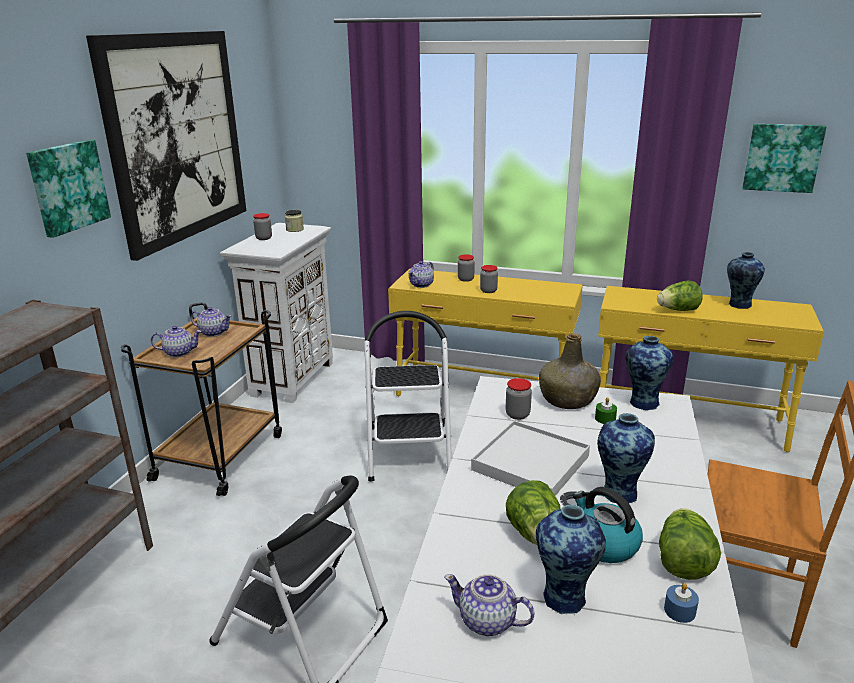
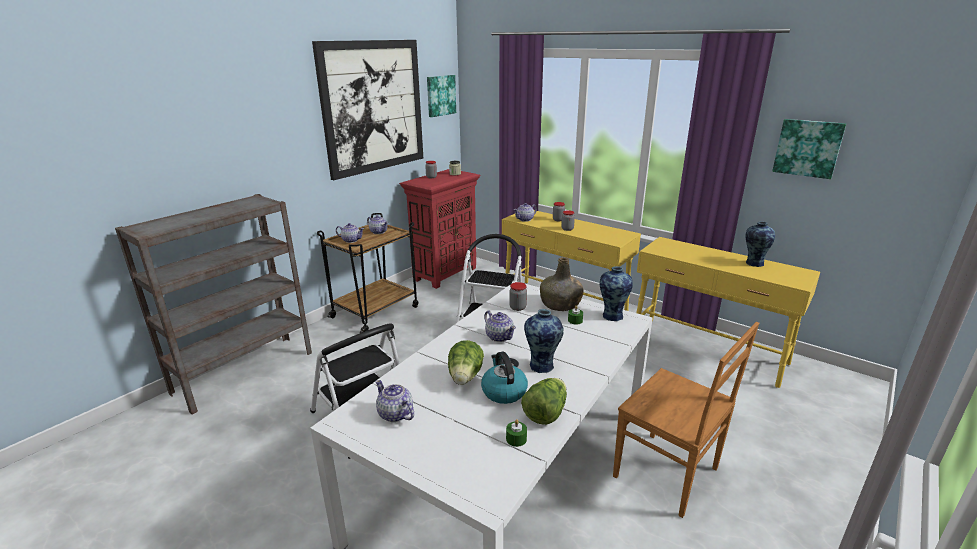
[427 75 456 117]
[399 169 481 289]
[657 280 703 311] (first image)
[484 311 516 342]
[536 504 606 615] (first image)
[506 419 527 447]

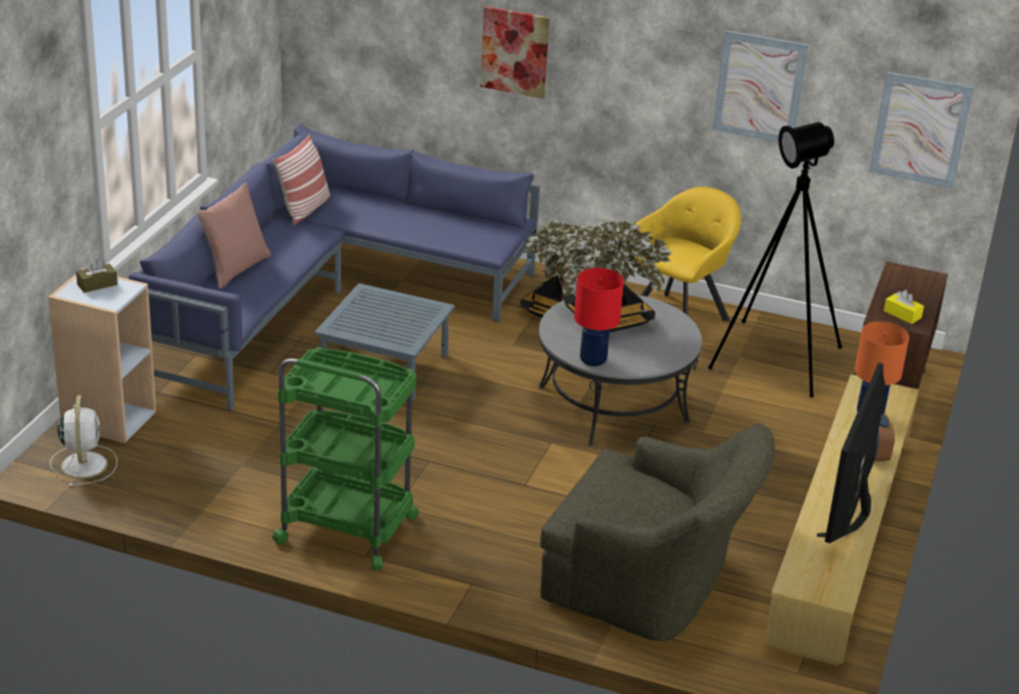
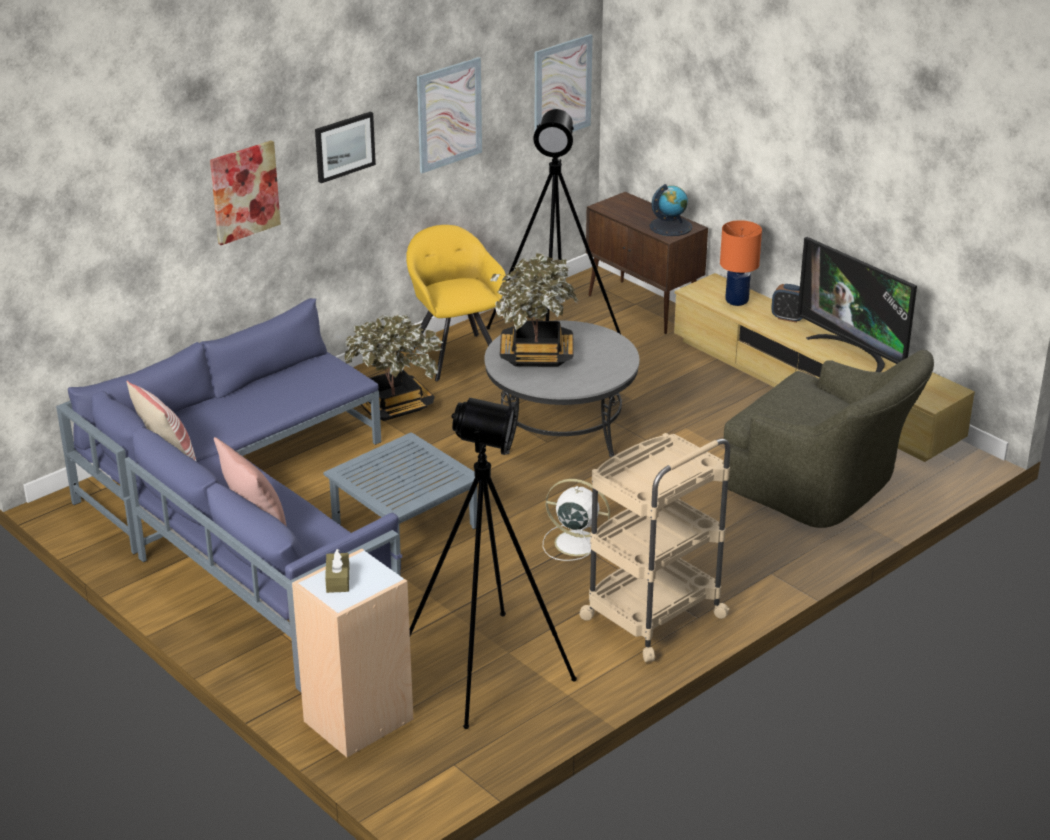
[574 268 624 366] (first image)
[649 184 693 236]
[579 433 730 662]
[543 479 610 561]
[724 350 934 528]
[315 112 376 183]
[410 398 577 729]

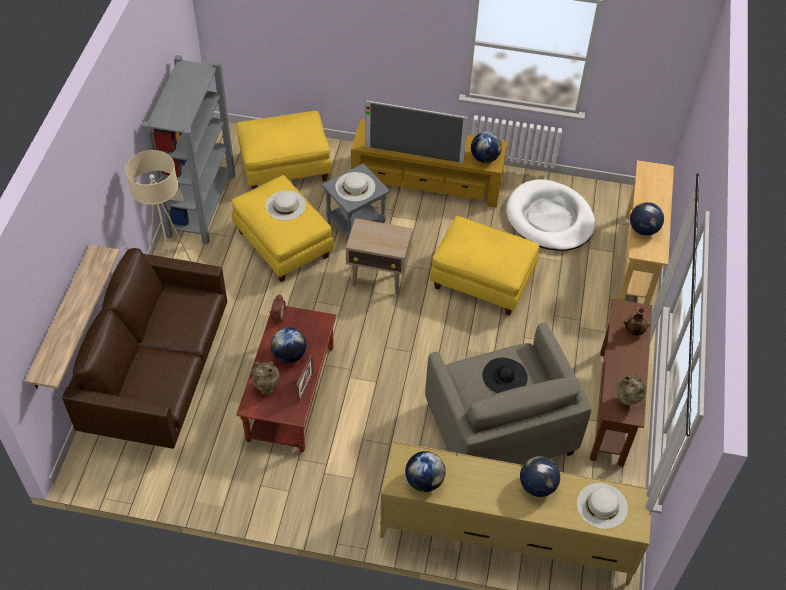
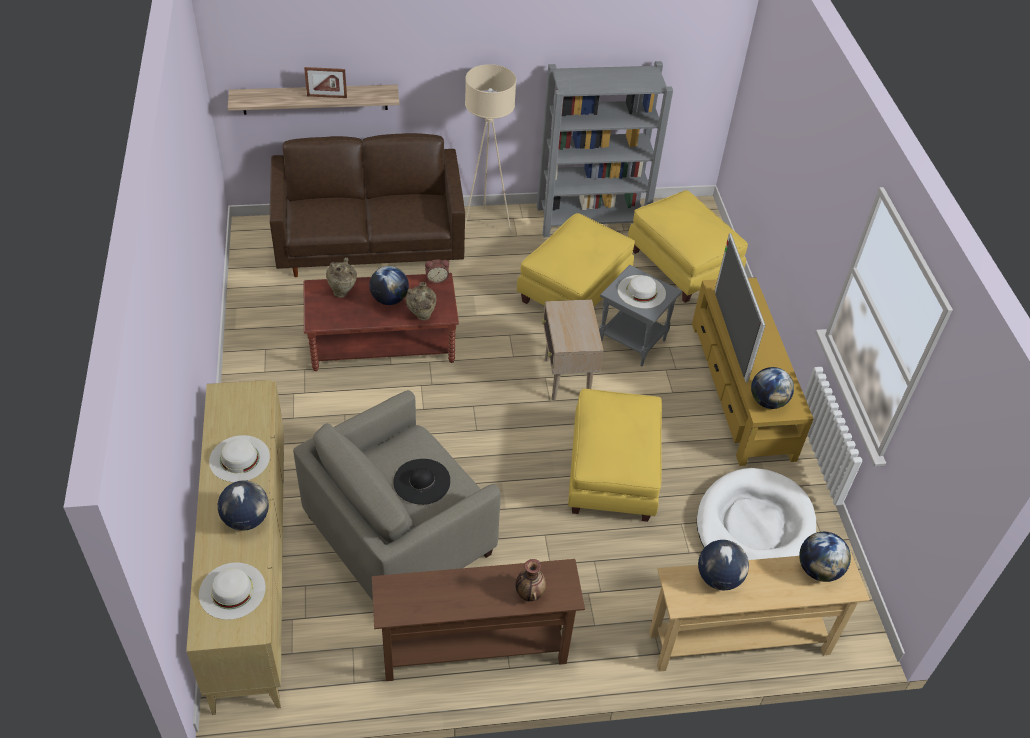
[209 435 270 482]
[304 67 347 98]
[406 282 437 321]
[799 532 851 582]

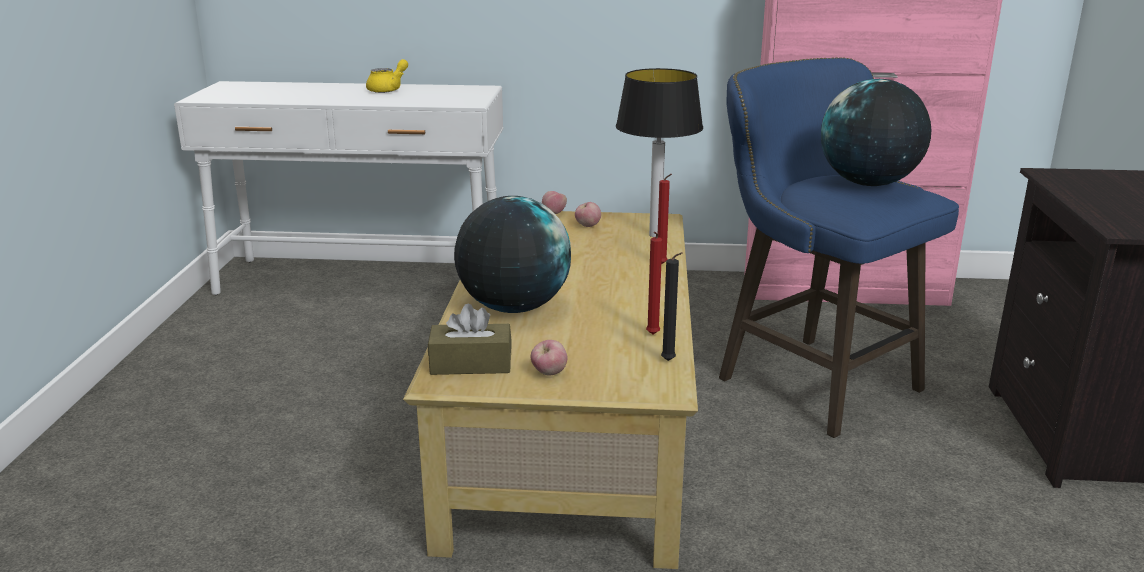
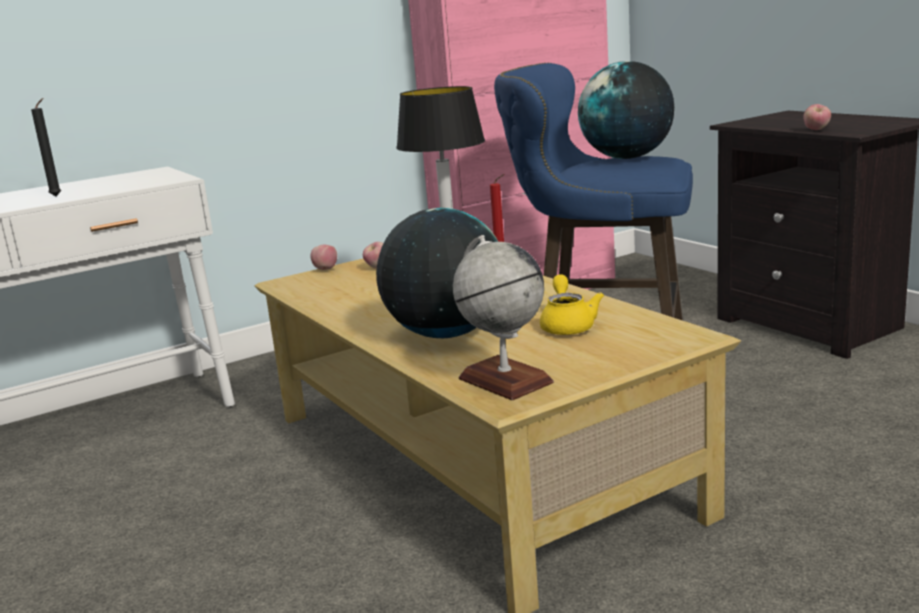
[540 274 604 335]
[646 231 662 334] (first image)
[31 98 61 196]
[453 235 554 400]
[803 104 831 130]

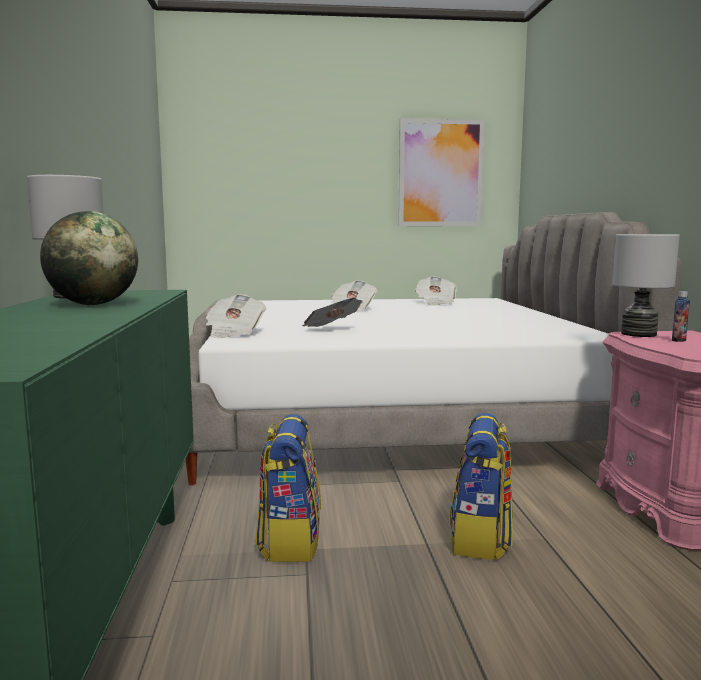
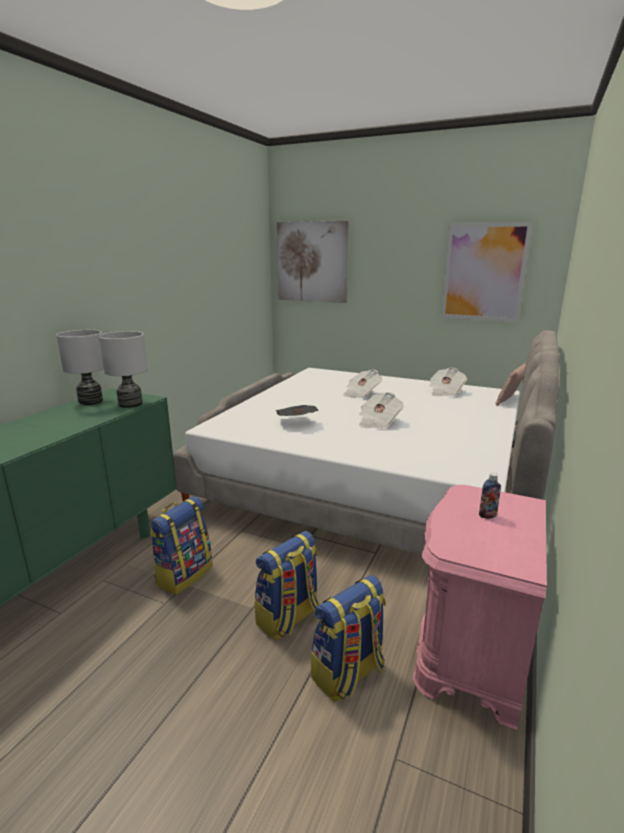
[40 211 138 305] (first image)
[99 331 148 408]
[359 392 404 428]
[277 221 349 303]
[496 362 526 406]
[311 575 386 702]

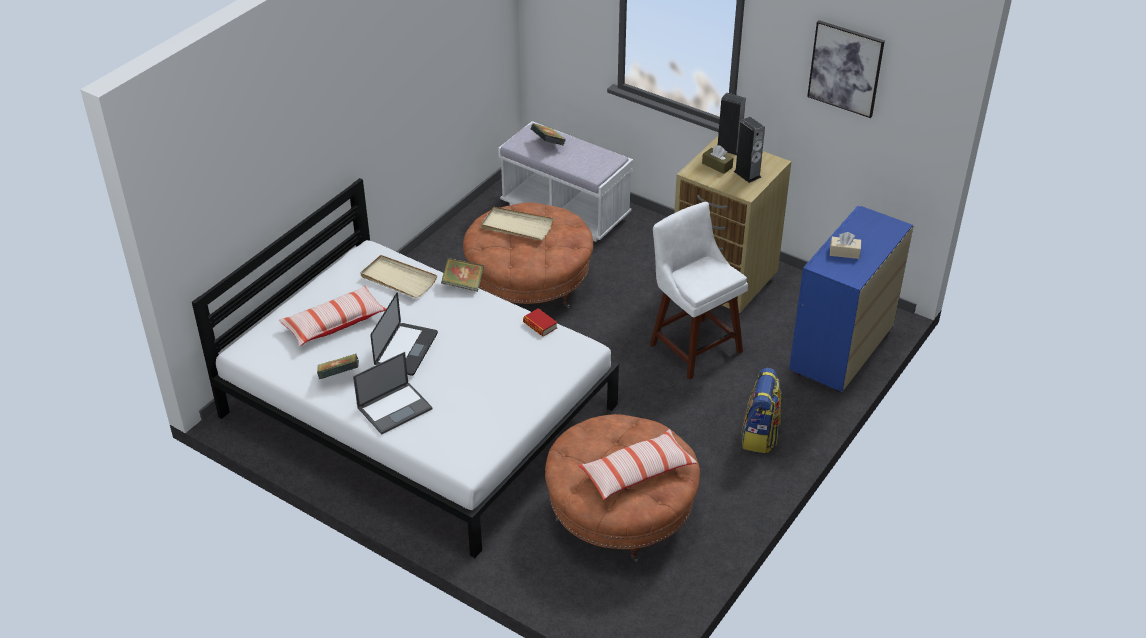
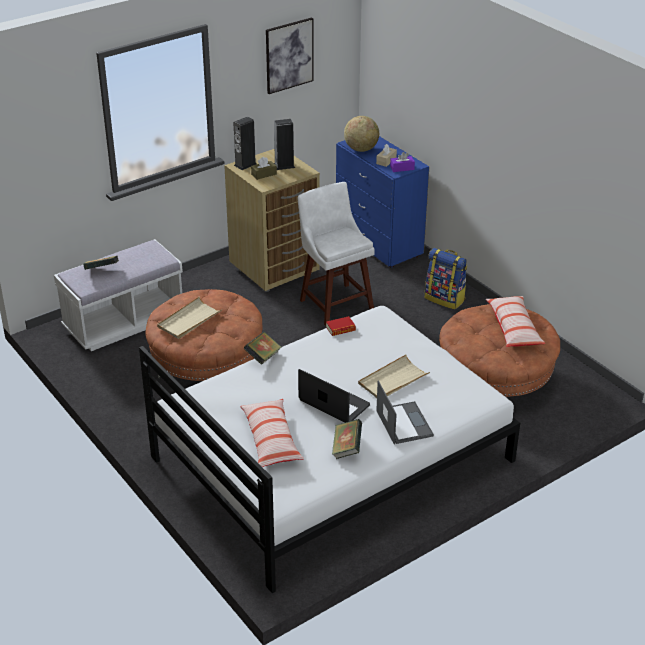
[298 182 375 326]
[358 355 430 398]
[344 116 379 152]
[390 152 415 172]

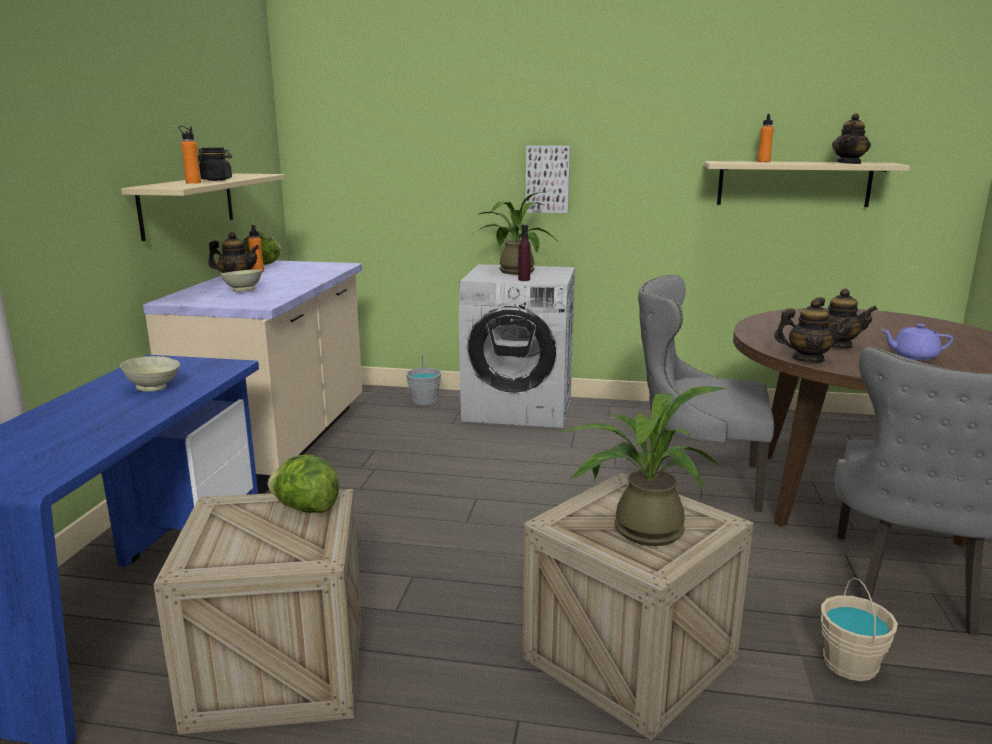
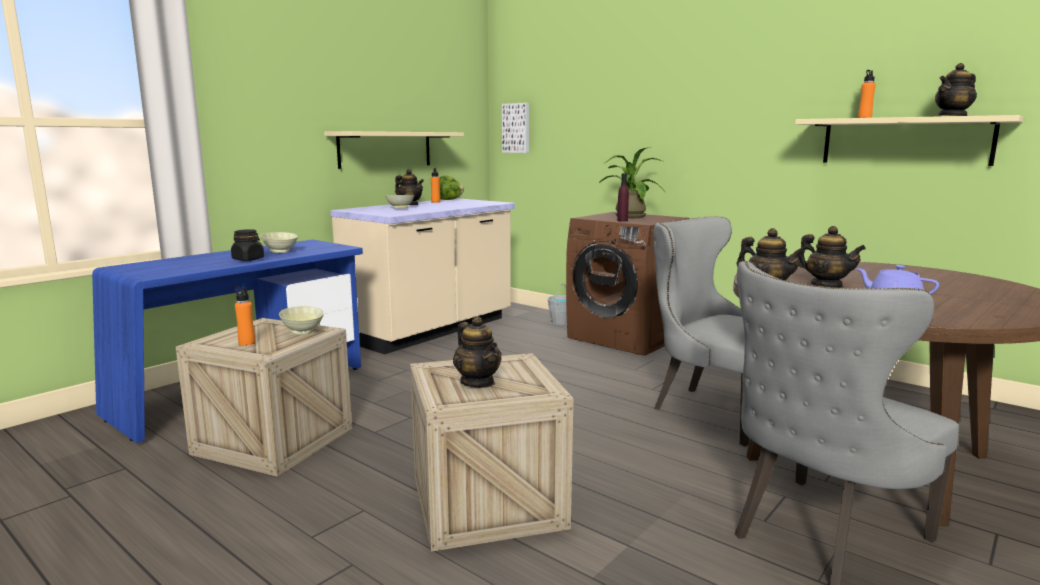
[234 286 255 346]
[502 103 529 153]
[231 229 264 261]
[566 212 689 356]
[453 316 501 388]
[279 306 324 335]
[821 578 898 681] (first image)

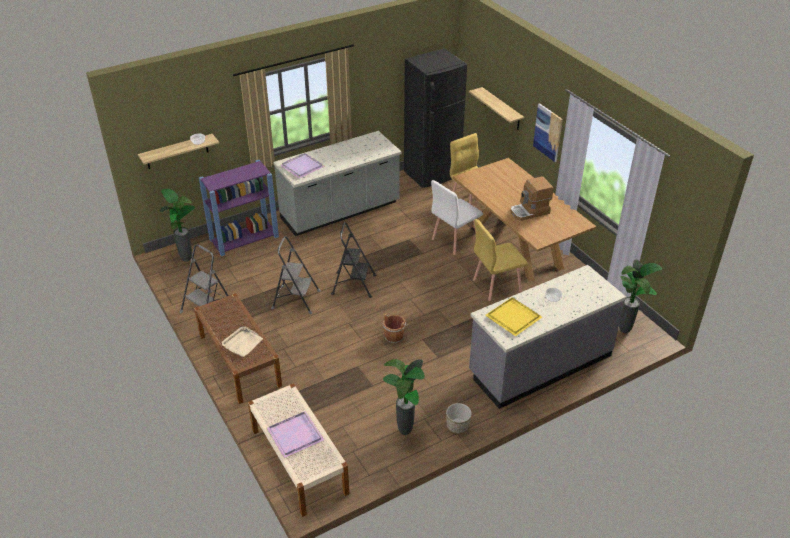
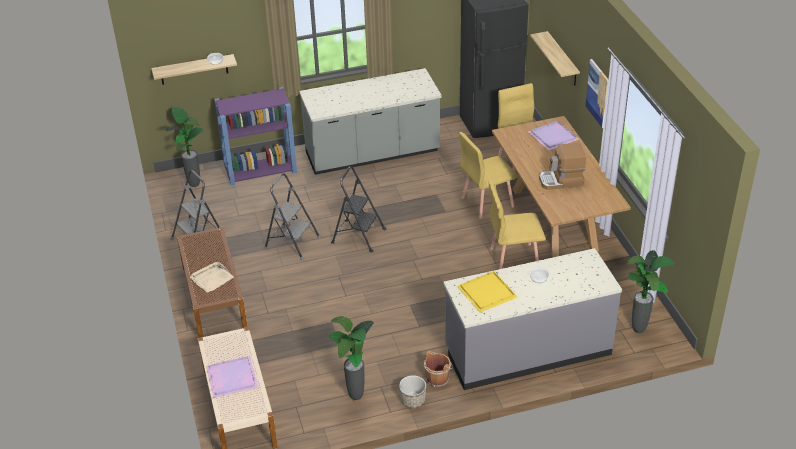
[528 121 579 150]
[459 132 519 219]
[423 351 453 388]

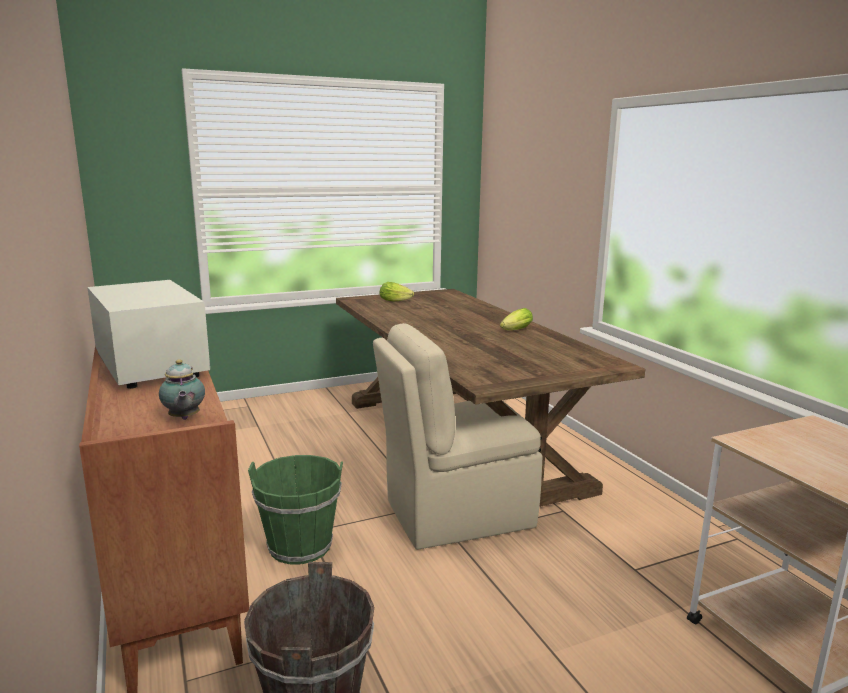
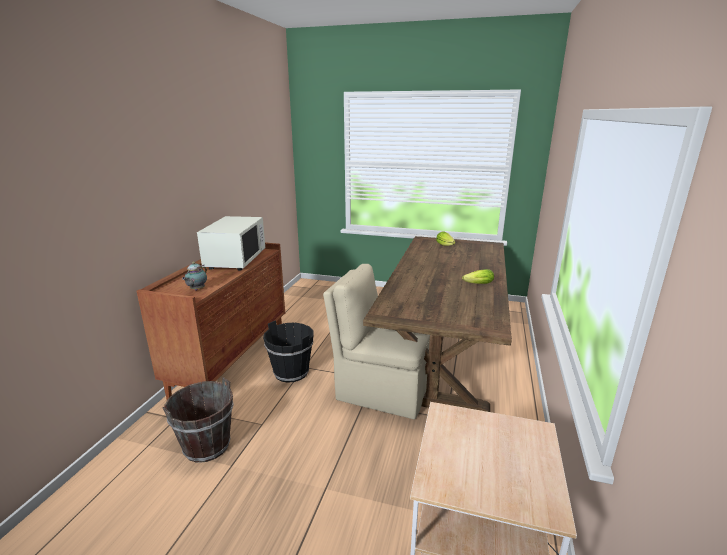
[263 321 314 383]

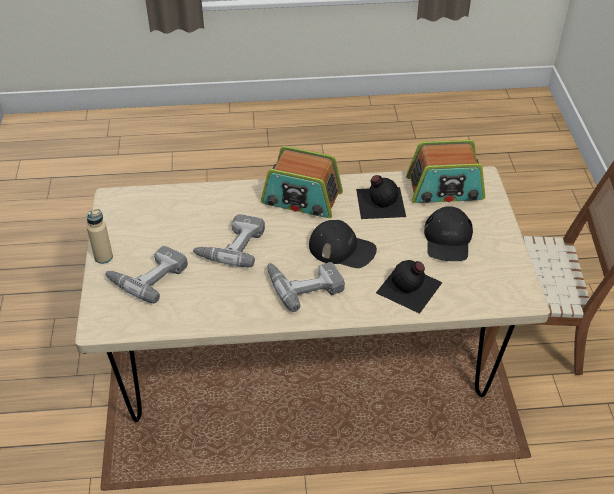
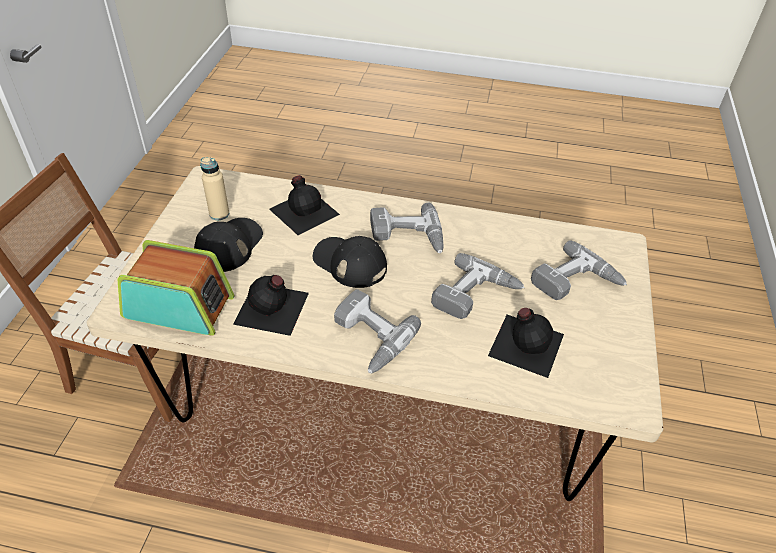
[334 289 421 373]
[200 157 229 220]
[488 308 564 378]

